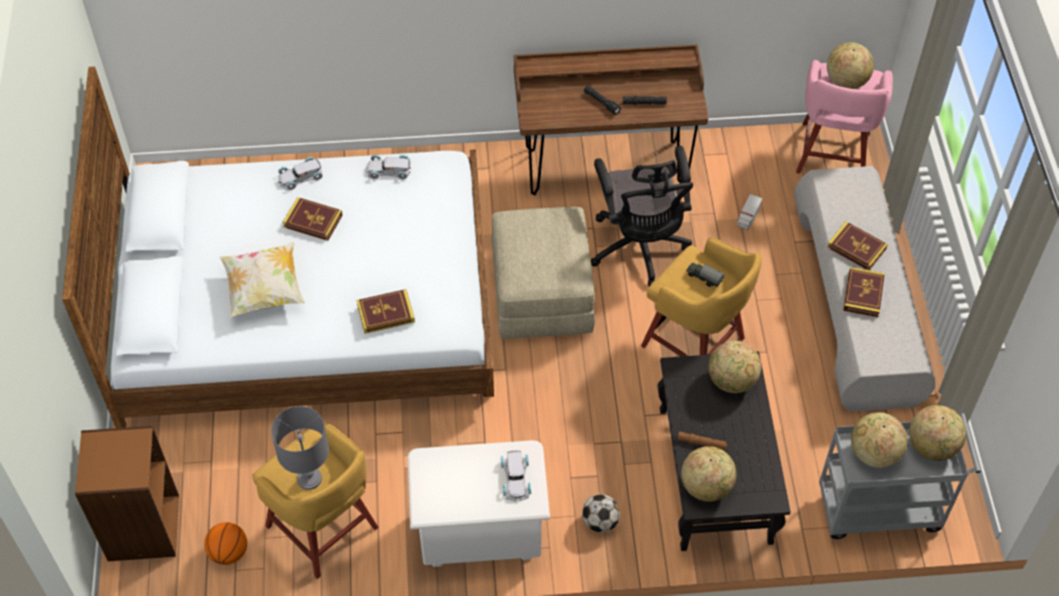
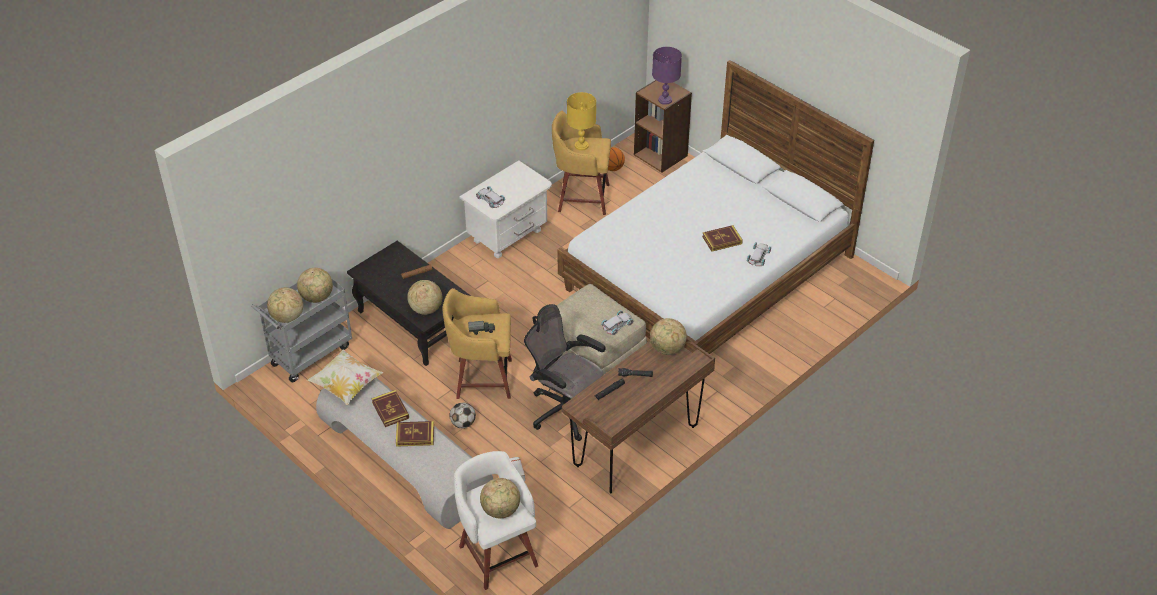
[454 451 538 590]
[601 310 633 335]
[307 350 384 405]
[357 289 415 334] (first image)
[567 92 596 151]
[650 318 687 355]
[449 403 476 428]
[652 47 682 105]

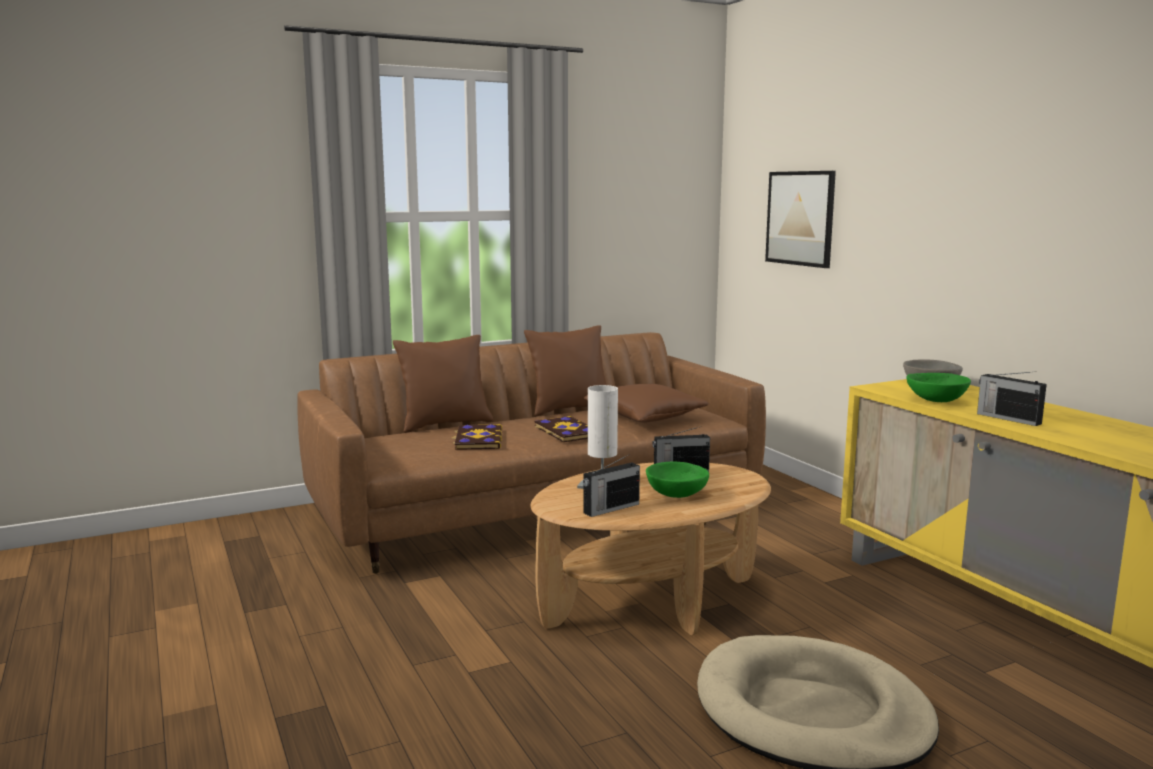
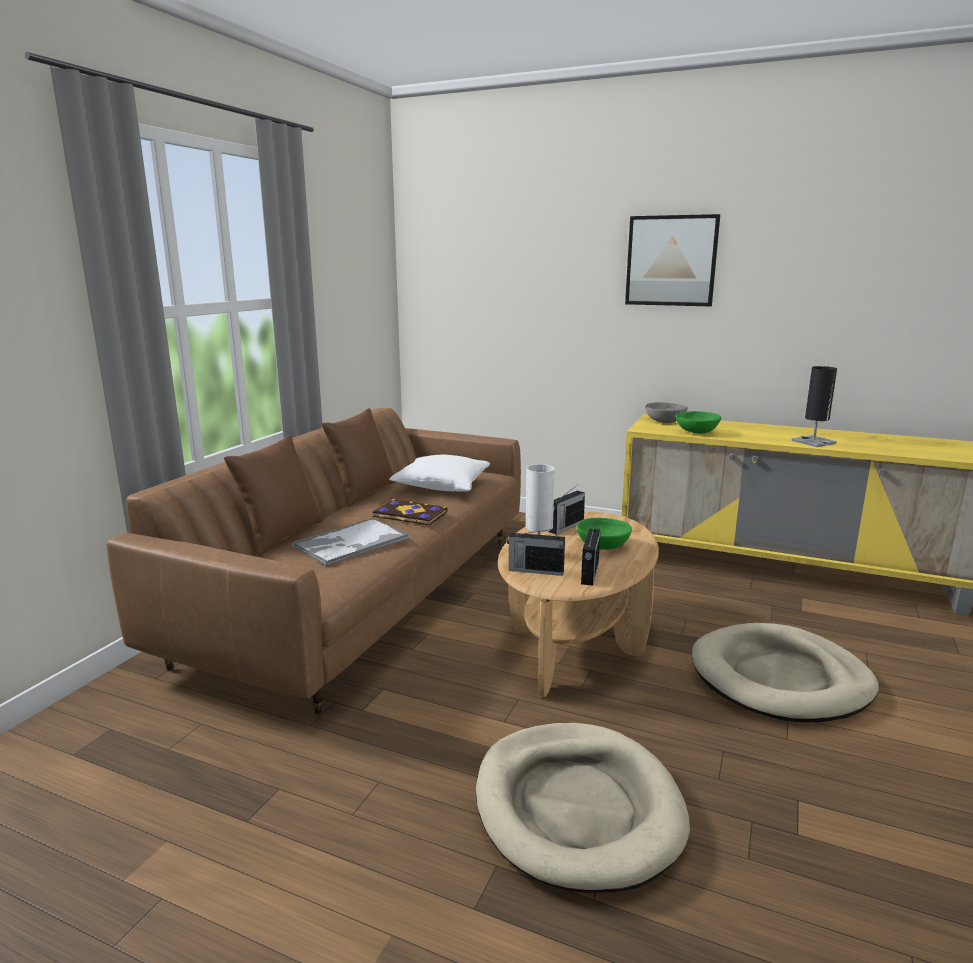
[625 214 720 306]
[507 528 565 576]
[389 455 490 492]
[292 518 410 566]
[791 366 837 447]
[476 723 690 893]

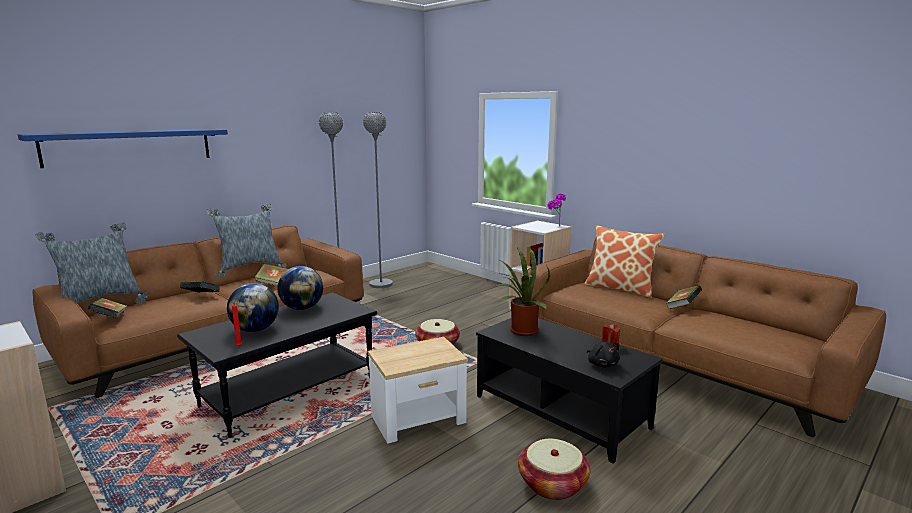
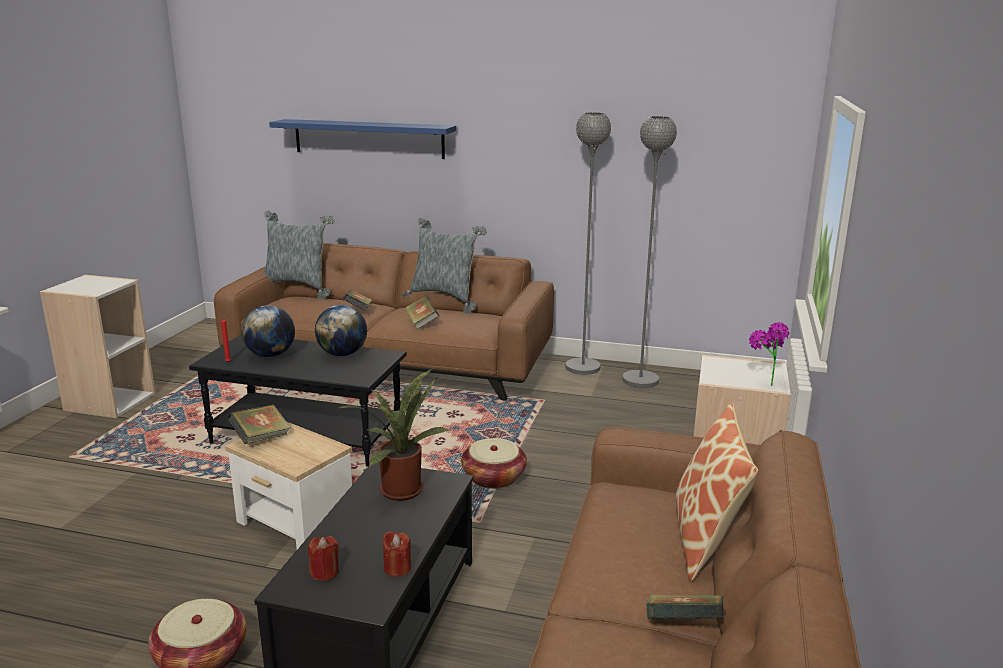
[227 404 291 444]
[308 536 339 581]

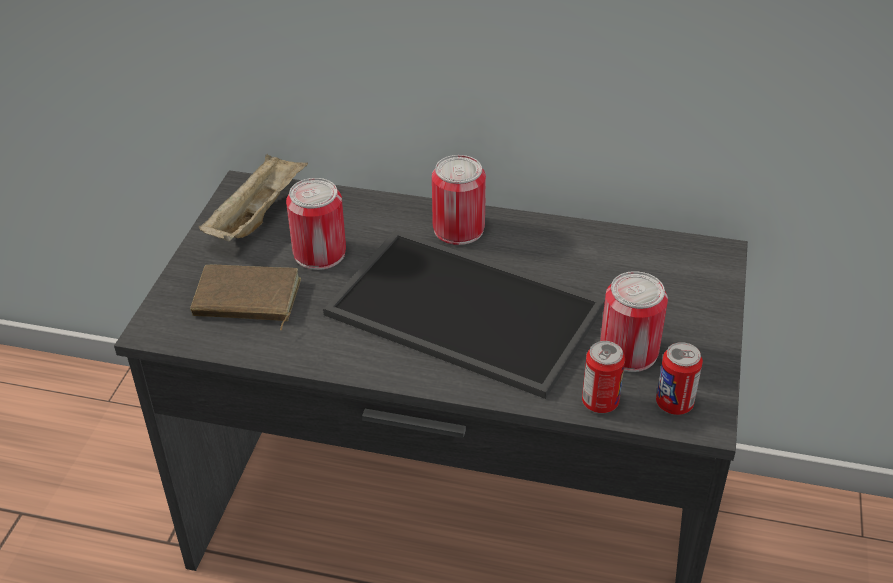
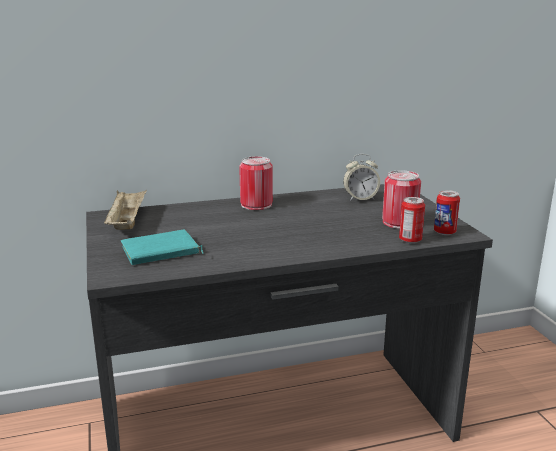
[286 178 346 270] (first image)
[323 230 605 399] (first image)
[121 230 204 265]
[343 154 380 201]

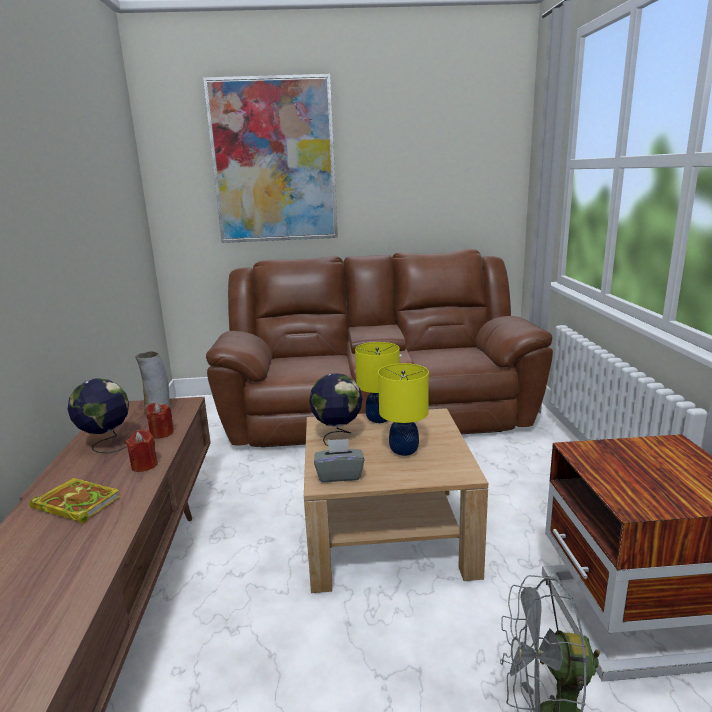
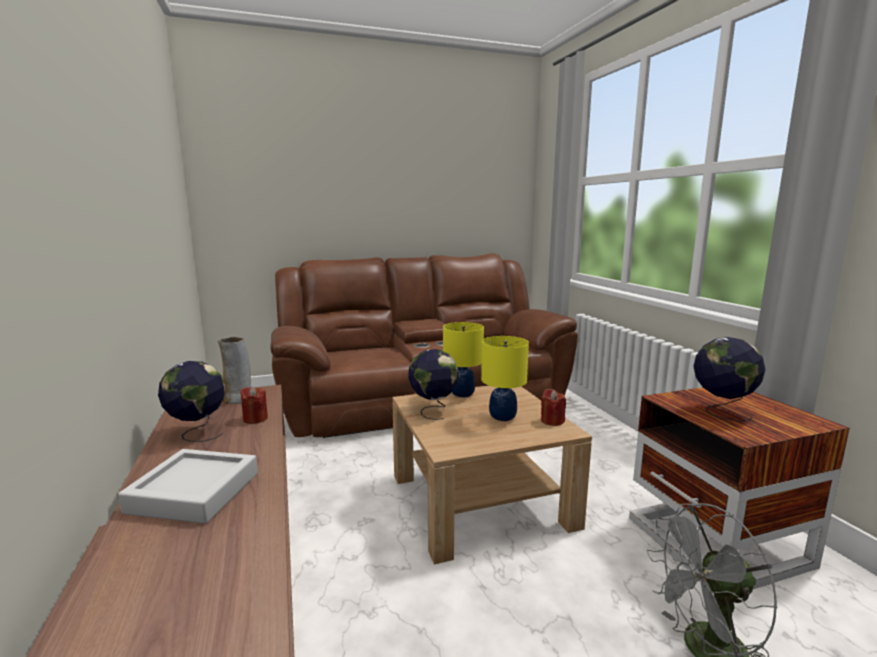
[203 74 338 243] (first image)
[541 389 566 426]
[314 439 364 482] (first image)
[118 449 258 524]
[693 337 766 422]

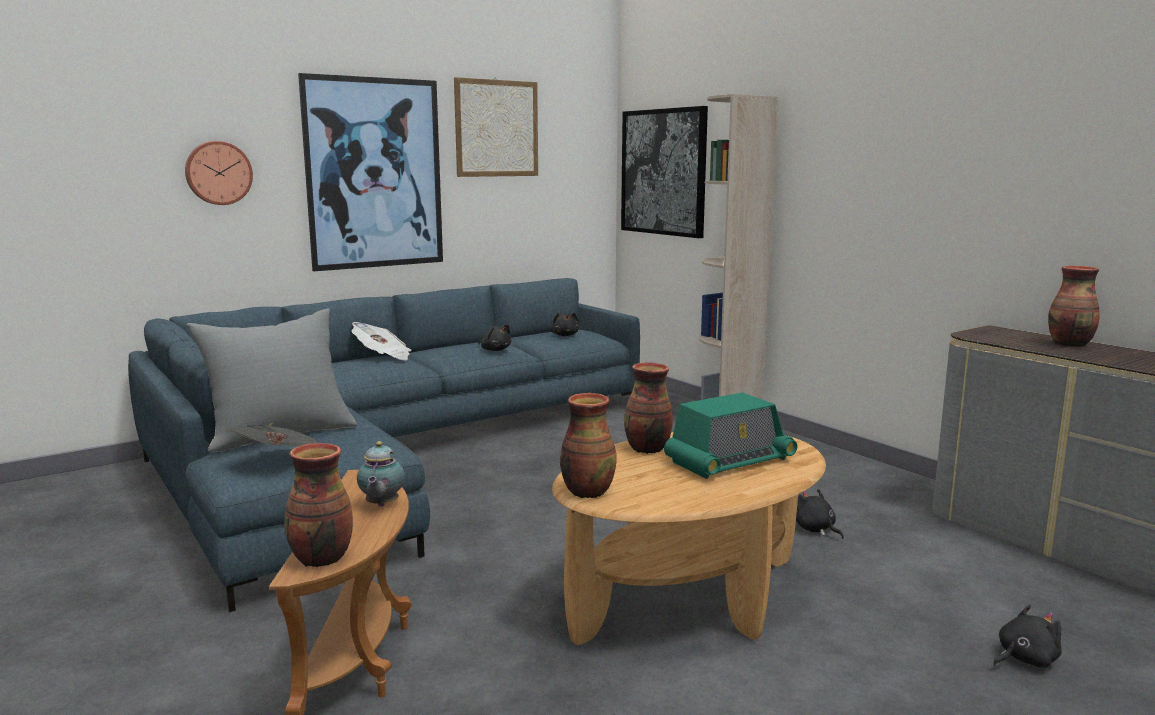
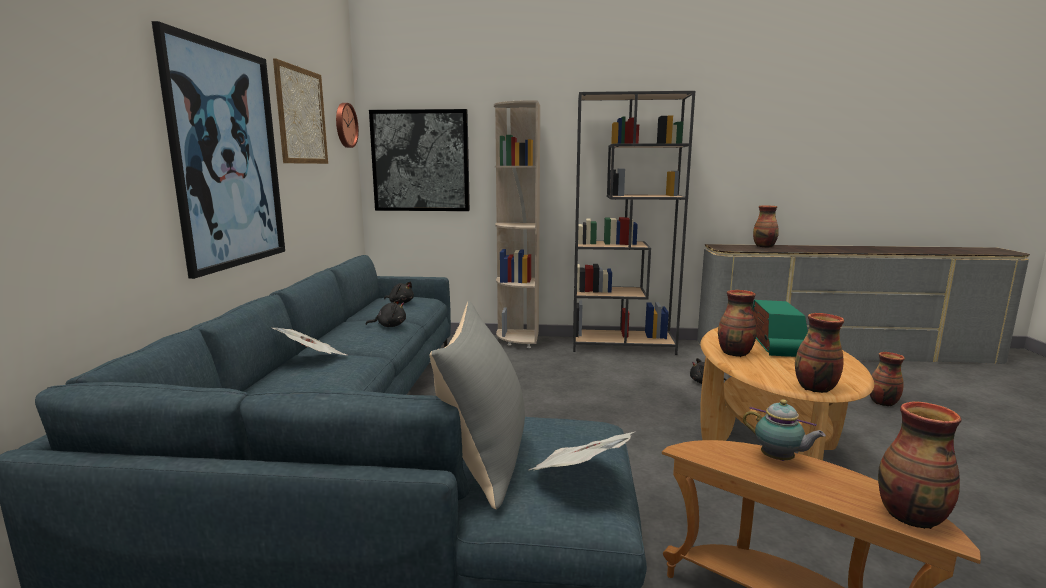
[336 103 359 148]
[870 352 905 406]
[573 91 695 355]

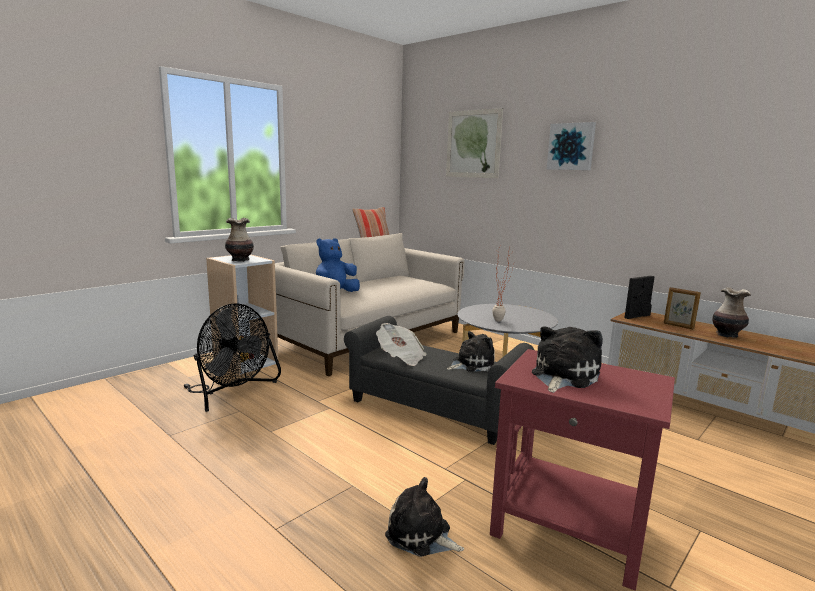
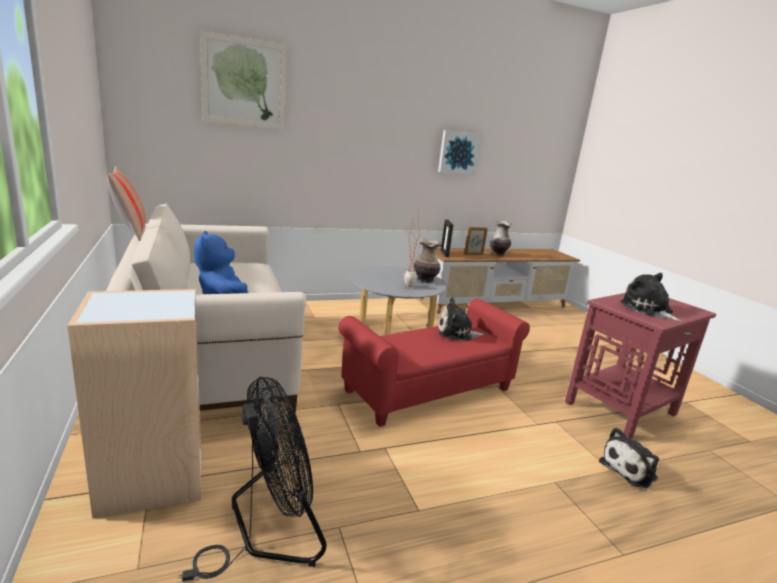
[438 130 481 175]
[414 239 441 283]
[338 298 530 427]
[376 323 427 366] (first image)
[438 298 486 341]

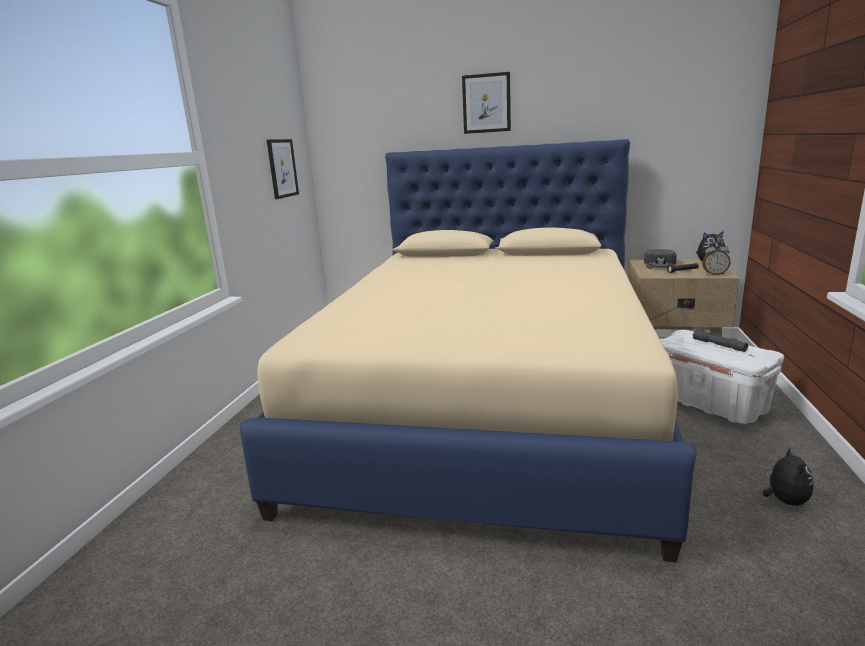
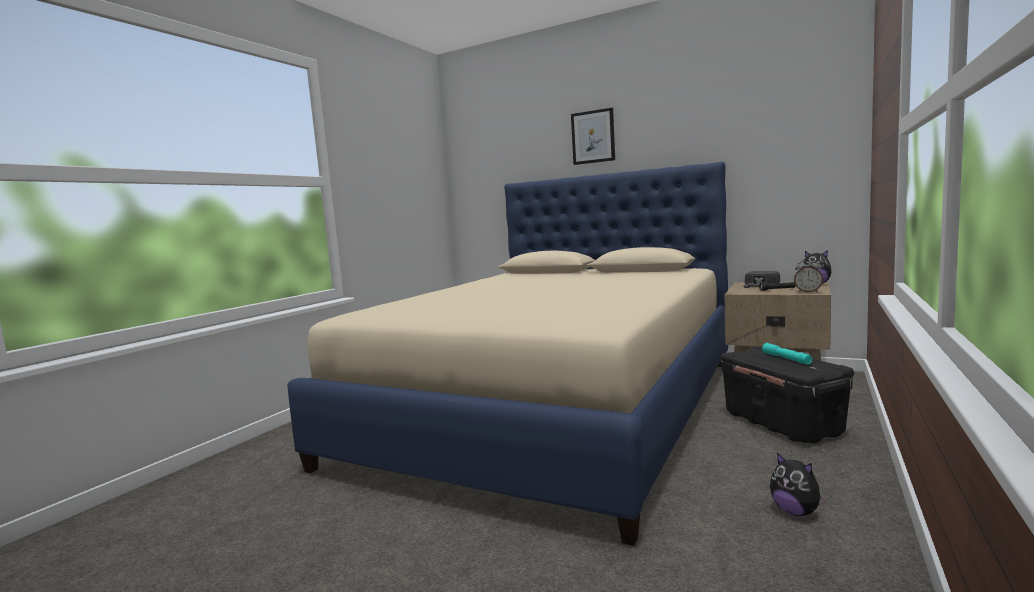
[267 139 299 199] (first image)
[762 343 812 365]
[720 346 854 443]
[770 452 830 516]

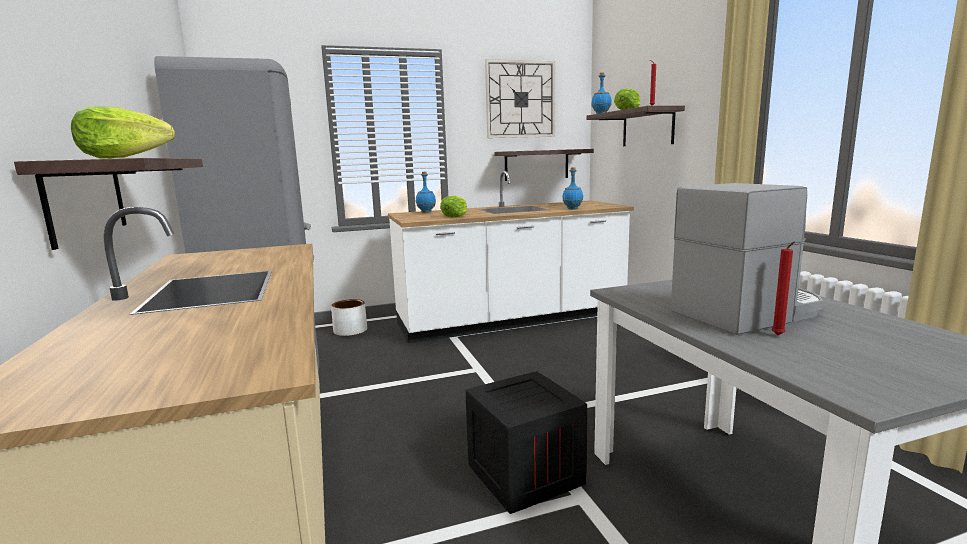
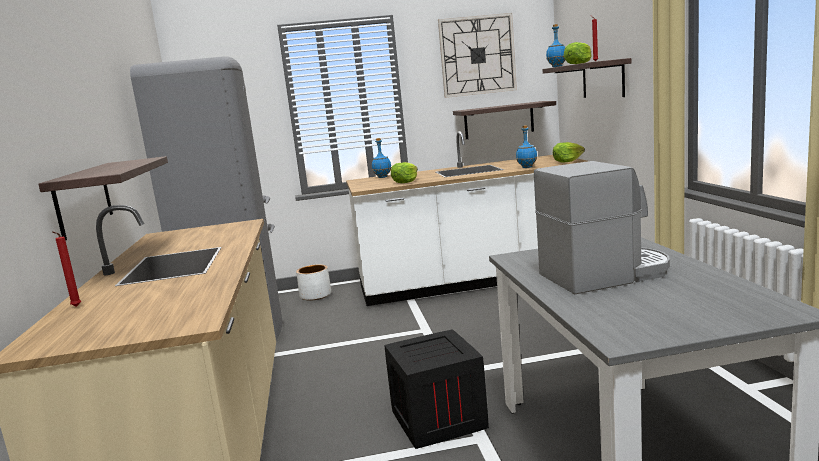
[553 142 585 162]
[53 232 81 307]

